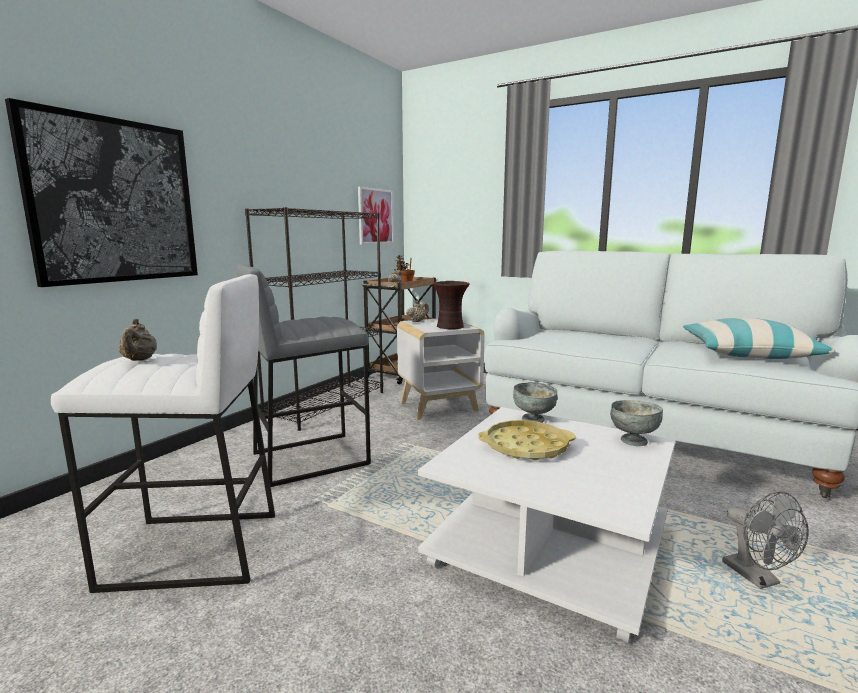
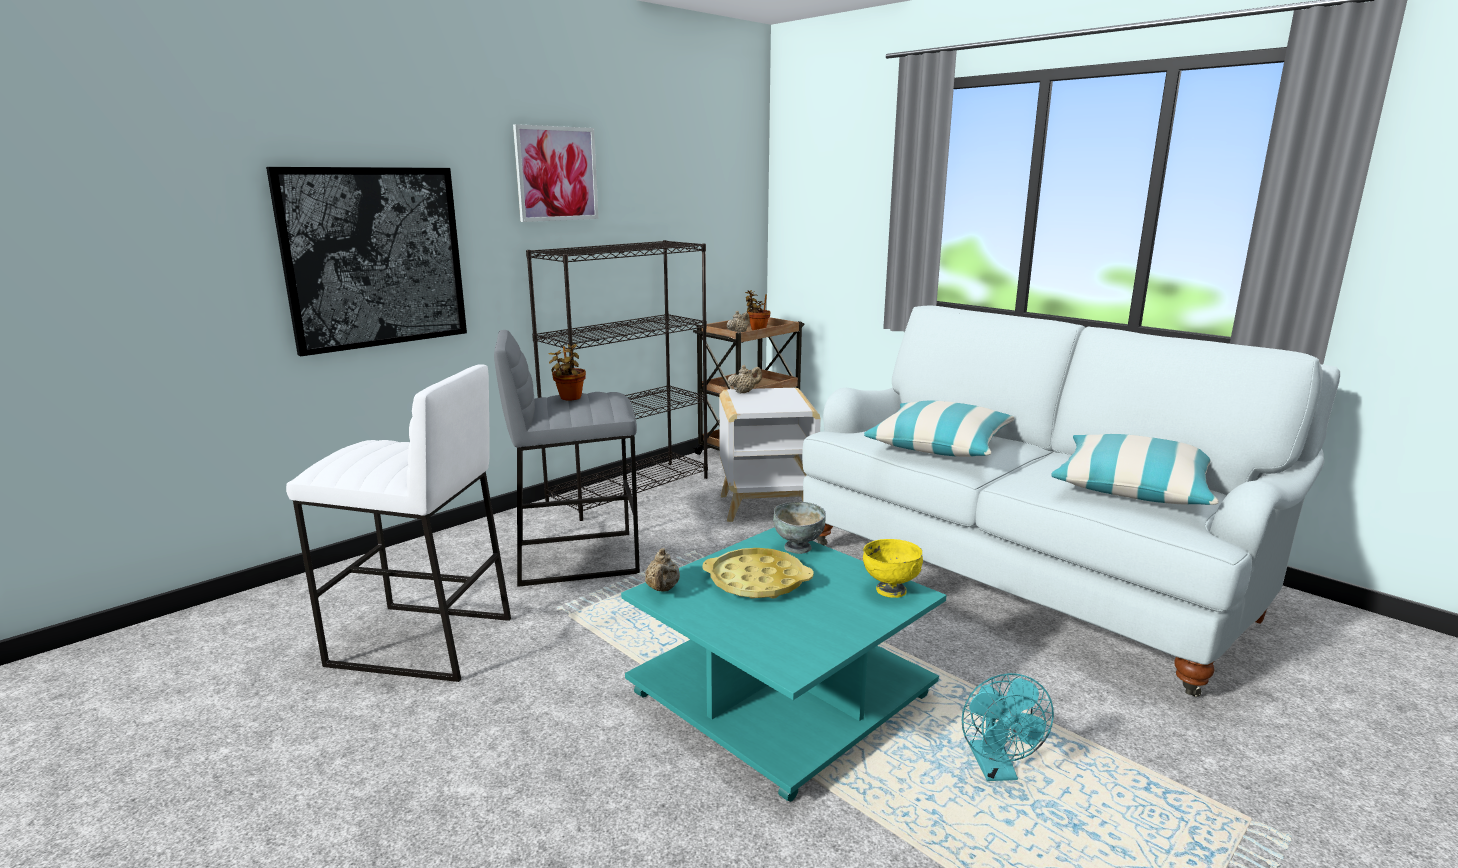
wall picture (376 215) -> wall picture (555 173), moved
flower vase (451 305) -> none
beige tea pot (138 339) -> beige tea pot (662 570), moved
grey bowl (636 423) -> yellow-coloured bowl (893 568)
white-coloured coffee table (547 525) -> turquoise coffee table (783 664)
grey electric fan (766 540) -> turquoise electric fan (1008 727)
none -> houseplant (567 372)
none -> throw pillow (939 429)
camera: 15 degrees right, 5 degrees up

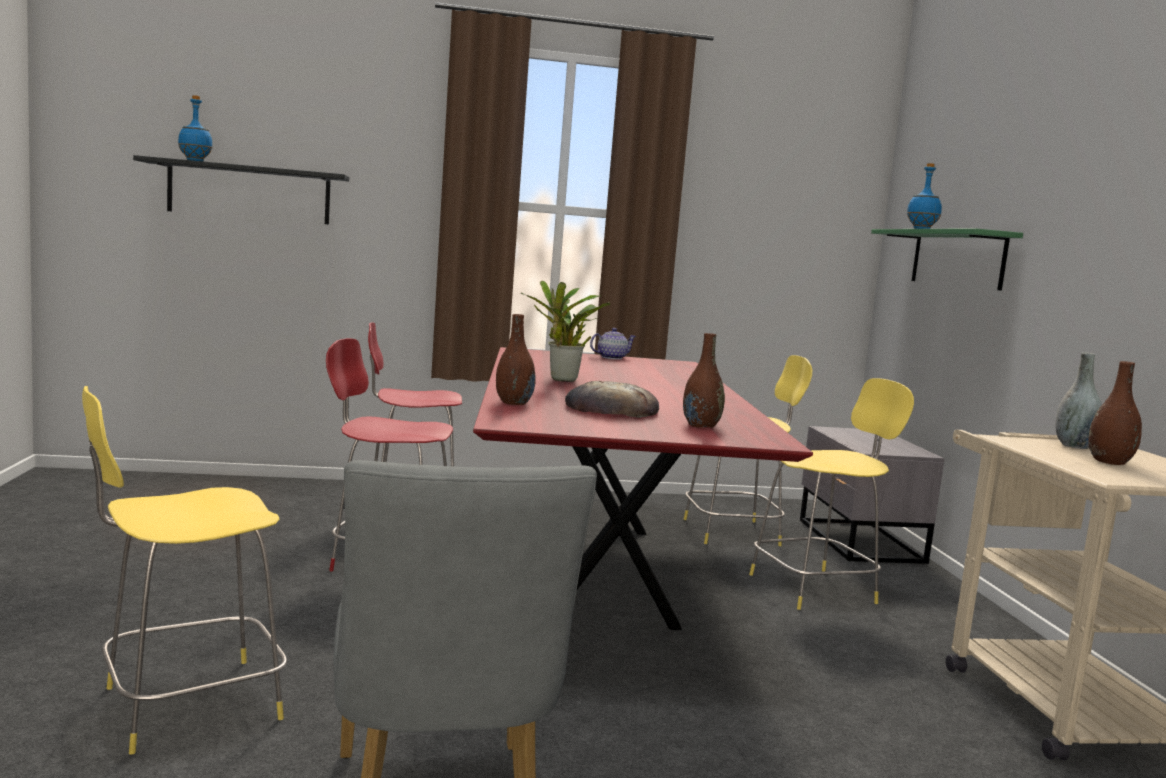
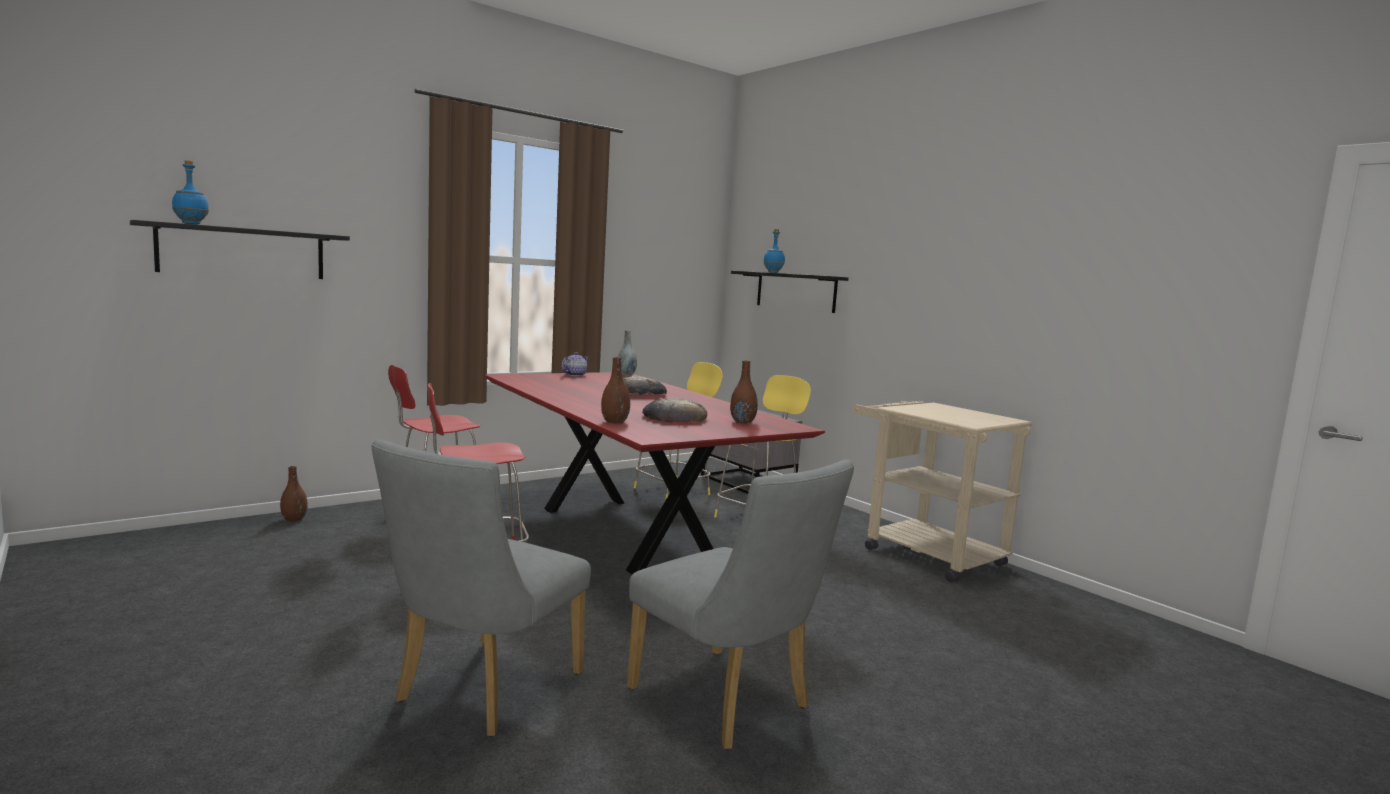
green-coloured bracket shelf (947 259) -> black-coloured bracket shelf (789 292)
houseplant (565 331) -> none
grey flower vase (1078 401) -> grey flower vase (627 352), moved
brownish flower vase (1115 413) -> brownish flower vase (294 493), moved
yellow-coloured sitting stool (184 570) -> grey chair (481 588)
none -> baked bread (645 385)
camera: 30 degrees left, 0 degrees up

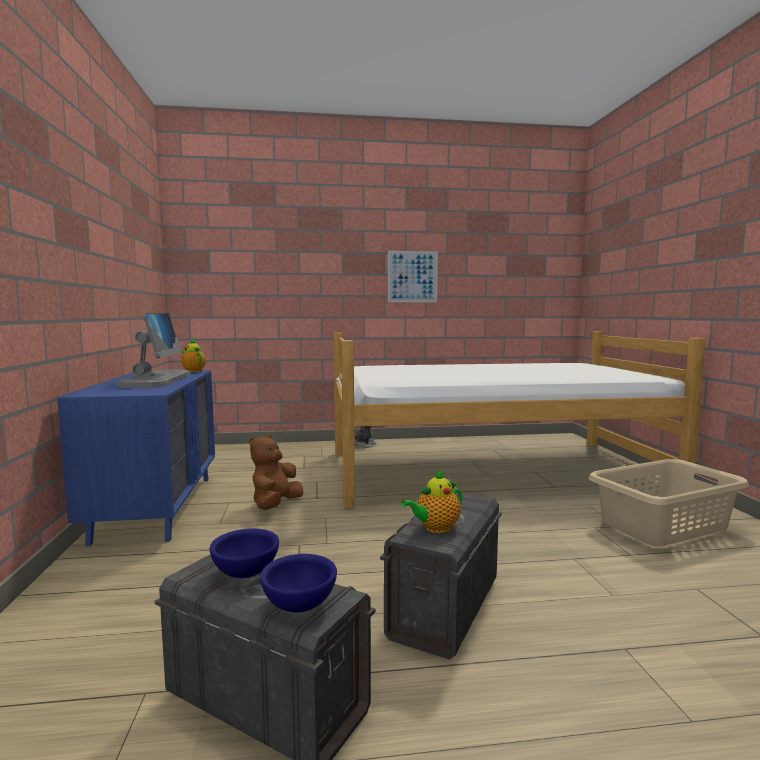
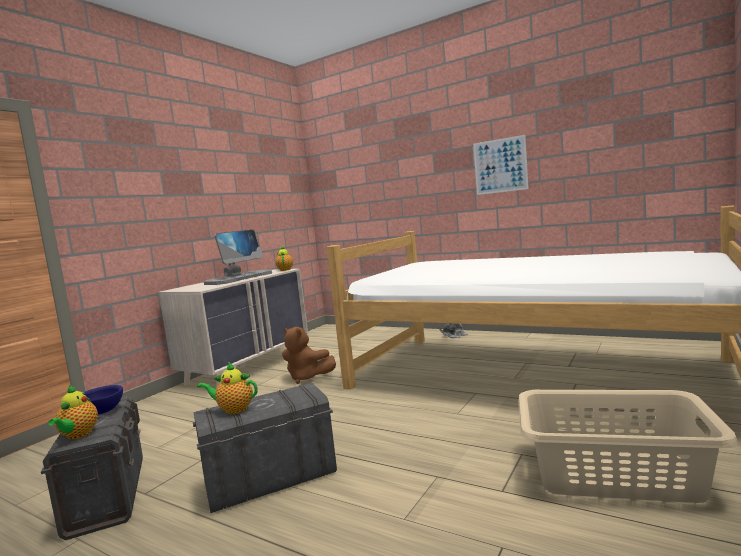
blue-coloured chest of drawers (136 458) -> beige chest of drawers (233 328)
brownish plush toy (276 472) -> brownish plush toy (309 355), 120 degrees counterclockwise
blue-coloured bowl (298 583) -> tea pot (73 412)
camera: 40 degrees right, 0 degrees up

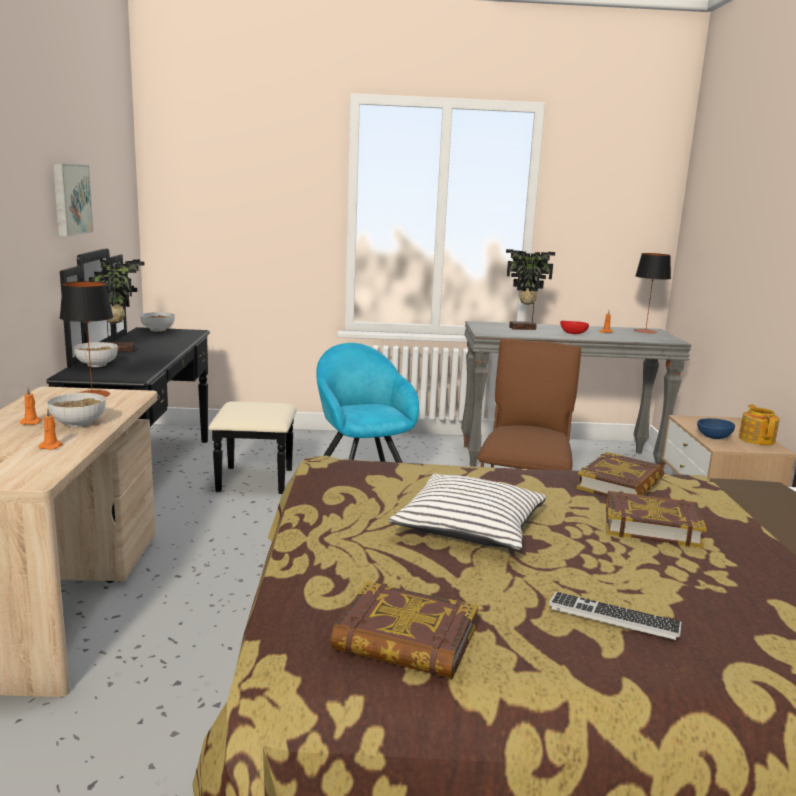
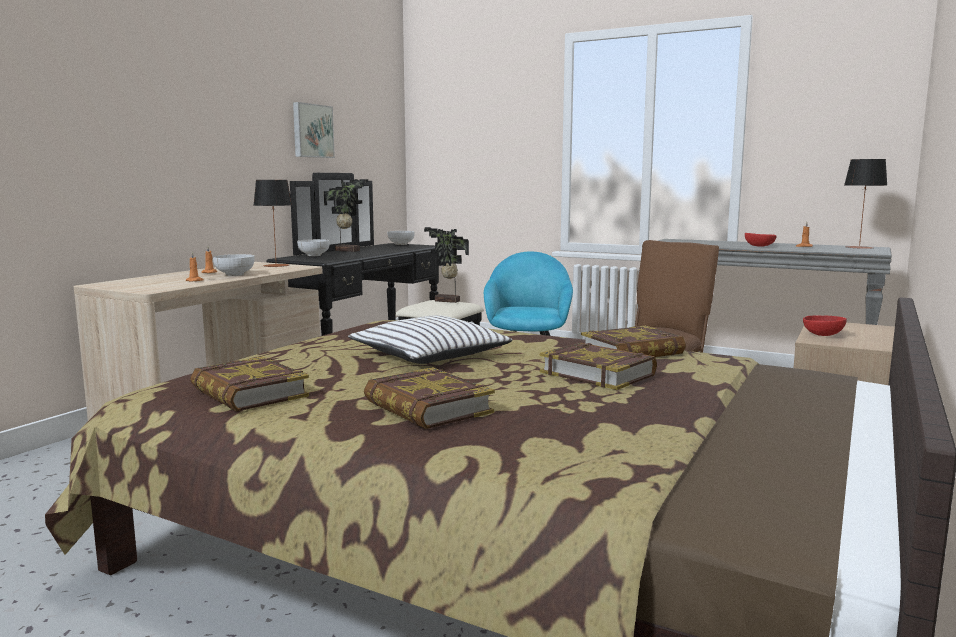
houseplant (530 289) -> houseplant (446 265), moved
tea pot (759 424) -> none
blue-coloured bowl (716 428) -> red bowl (825 325)
keyboard (615 616) -> volume (429 398)
camera: 30 degrees right, 5 degrees down

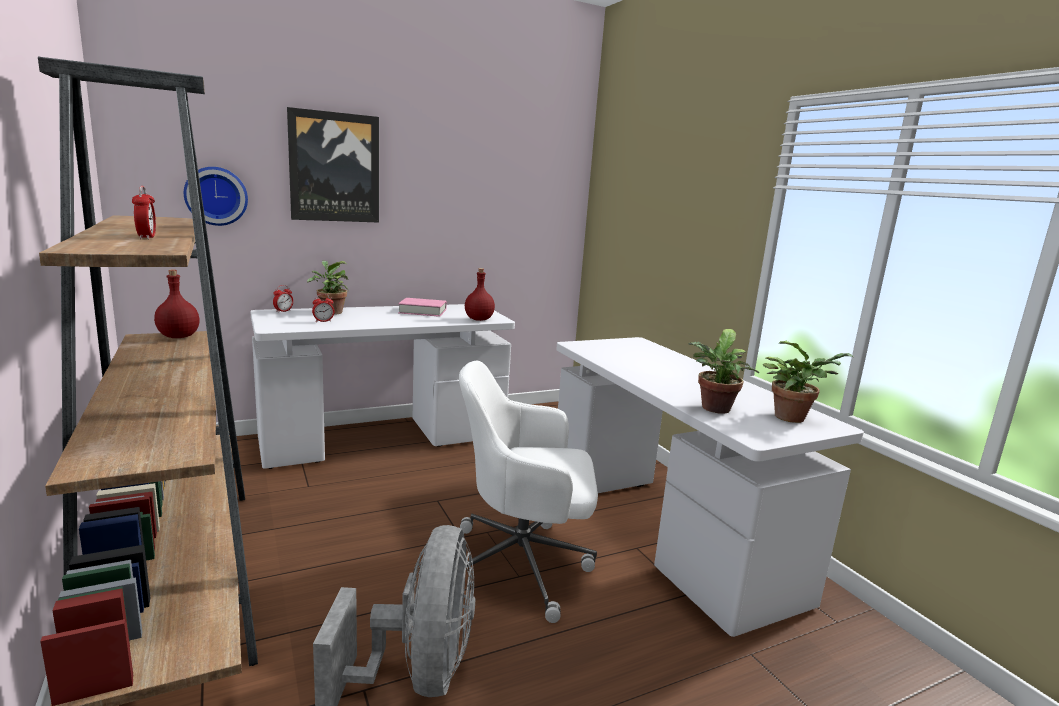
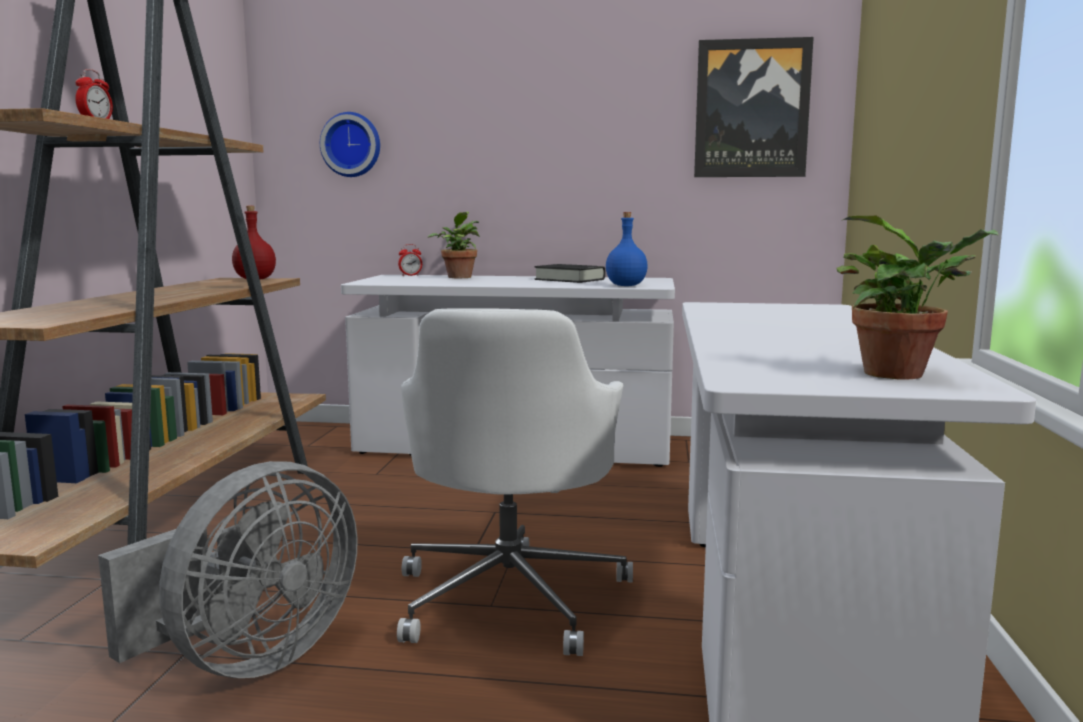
wall picture (333 165) -> wall picture (754 107), moved
red beverage bottle (480 294) -> blue-coloured beverage bottle (627 249)
alarm clock (323 308) -> none
pink volume (422 307) -> black-coloured volume (569 273)
houseplant (723 371) -> none
white-coloured computer chair (528 492) -> white-coloured computer chair (515 482), 120 degrees counterclockwise
camera: 35 degrees right, 5 degrees down

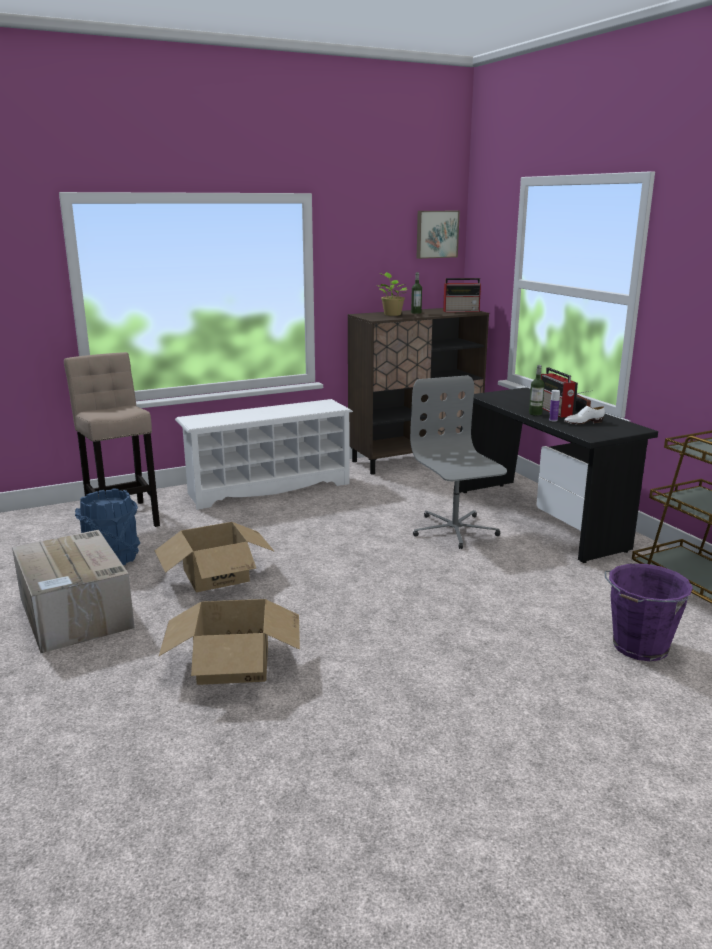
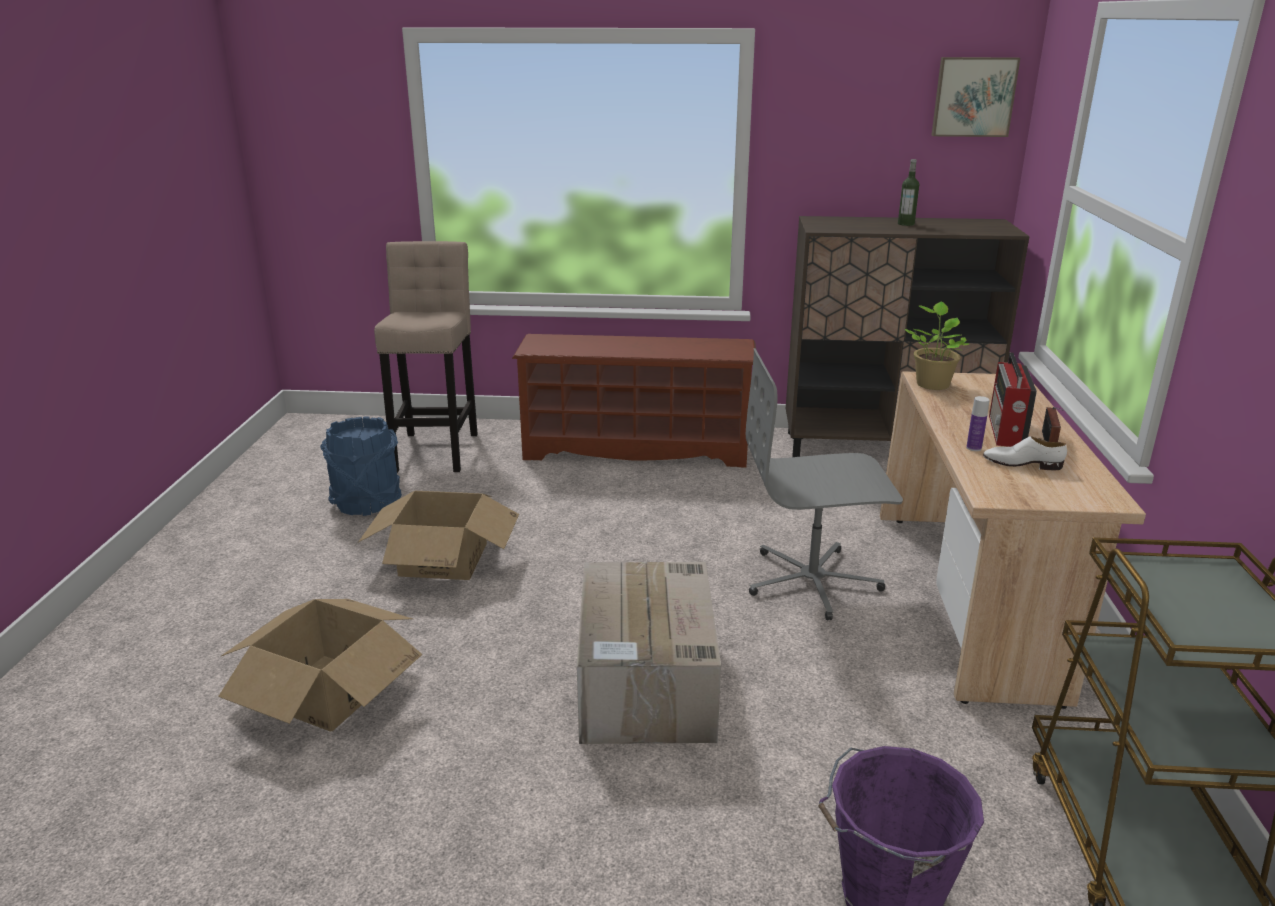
houseplant (393 294) -> houseplant (937 346), moved
radio (462 295) -> none
beverage bottle (537 390) -> none
grey computer chair (458 462) -> grey computer chair (824 484), 105 degrees counterclockwise
black-coloured desk table (556 475) -> beige desk table (1013 540)
white-coloured shoe stand (264 454) -> brownish shoe stand (634 400)
carton (73 591) -> carton (649 653), moved
camera: 30 degrees right, 5 degrees up

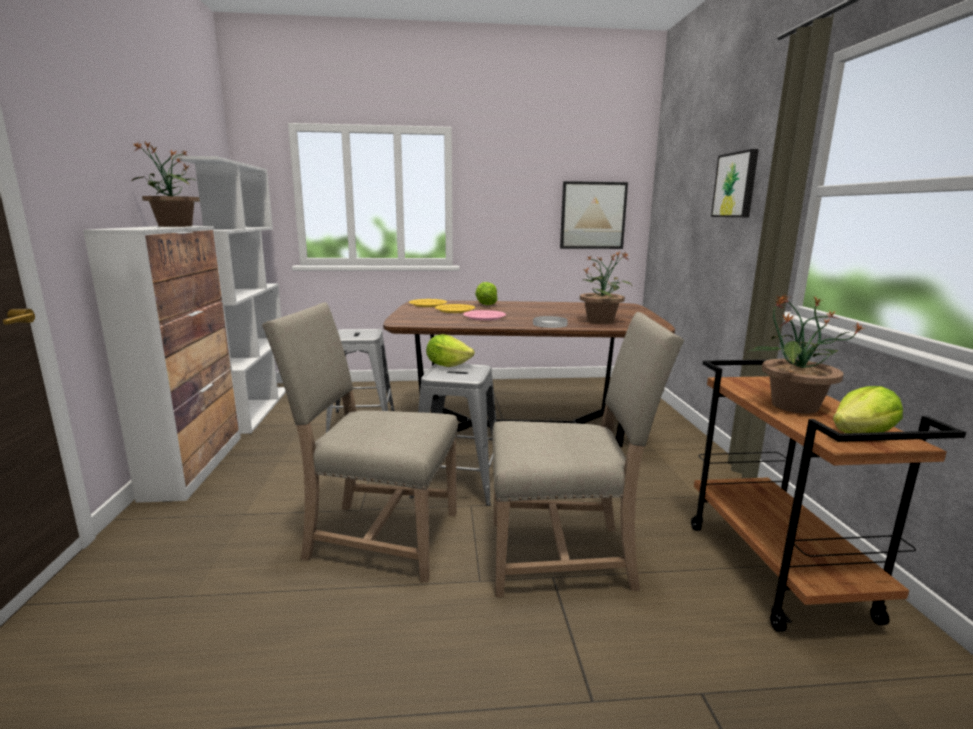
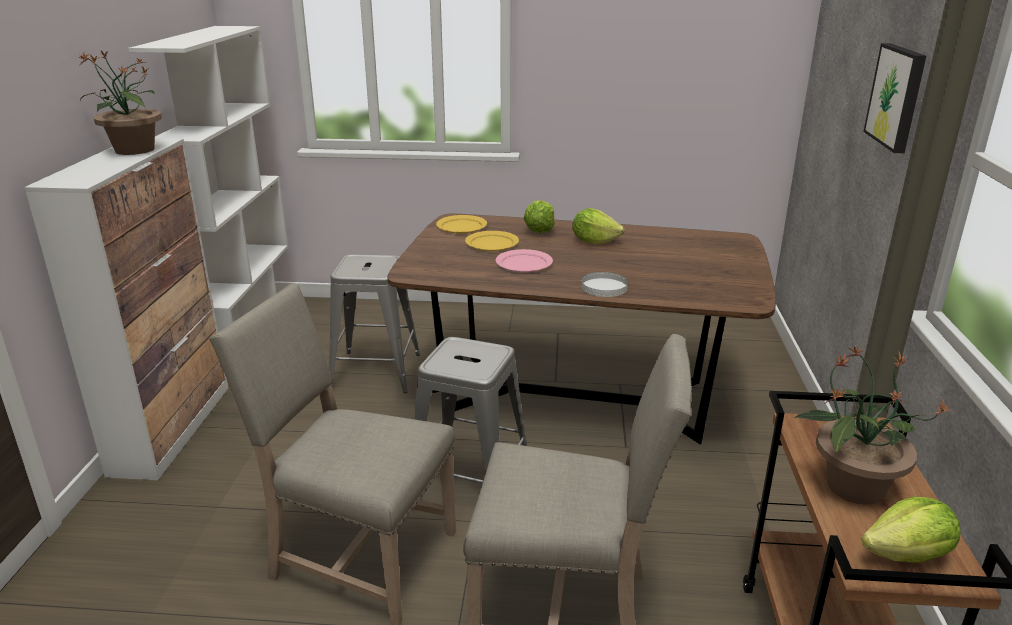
wall picture (594 215) -> none
houseplant (606 287) -> none
head of lettuce (450 350) -> head of lettuce (599 226), moved
camera: 10 degrees right, 10 degrees up

